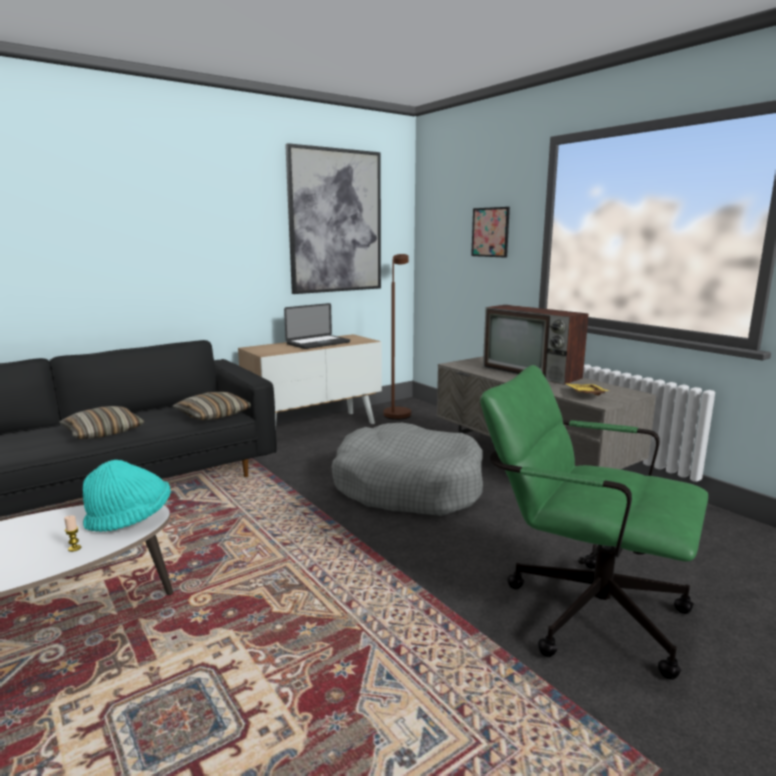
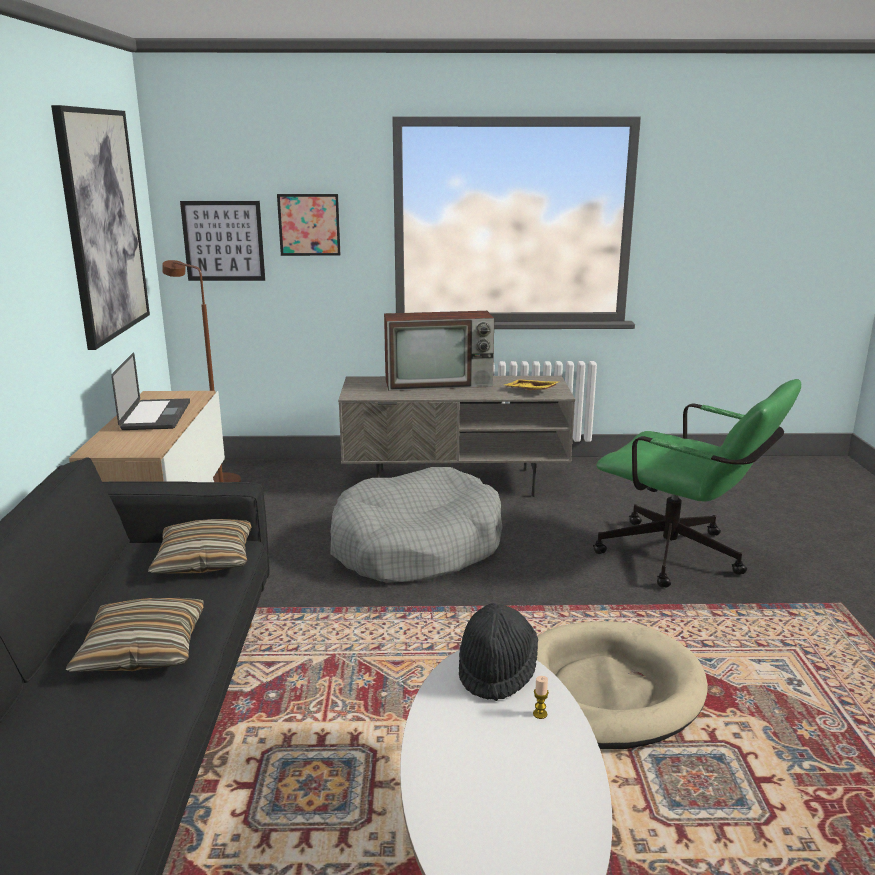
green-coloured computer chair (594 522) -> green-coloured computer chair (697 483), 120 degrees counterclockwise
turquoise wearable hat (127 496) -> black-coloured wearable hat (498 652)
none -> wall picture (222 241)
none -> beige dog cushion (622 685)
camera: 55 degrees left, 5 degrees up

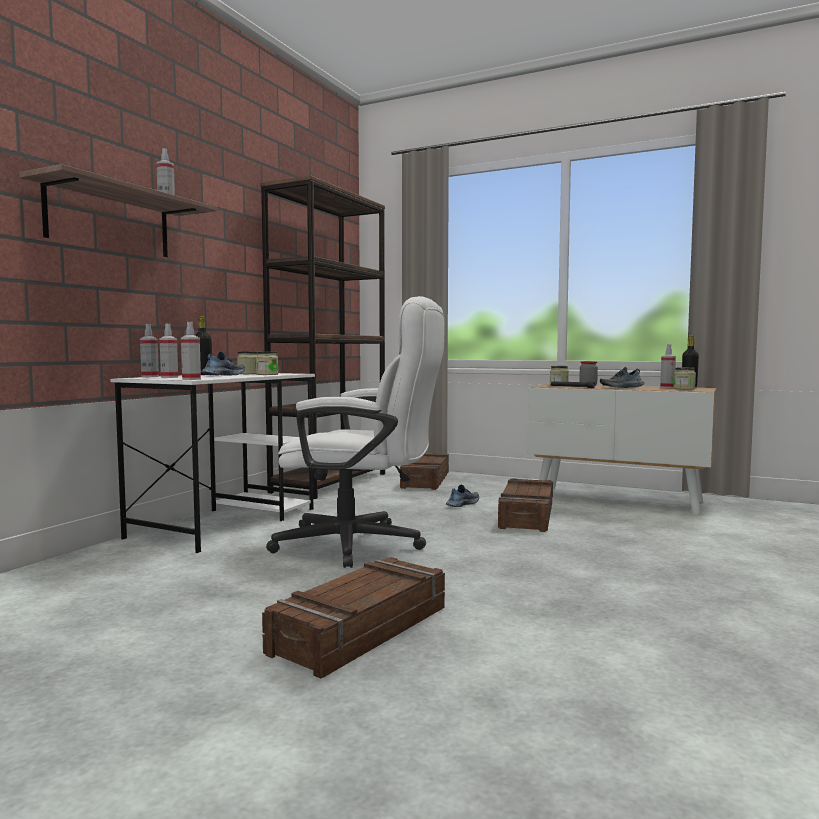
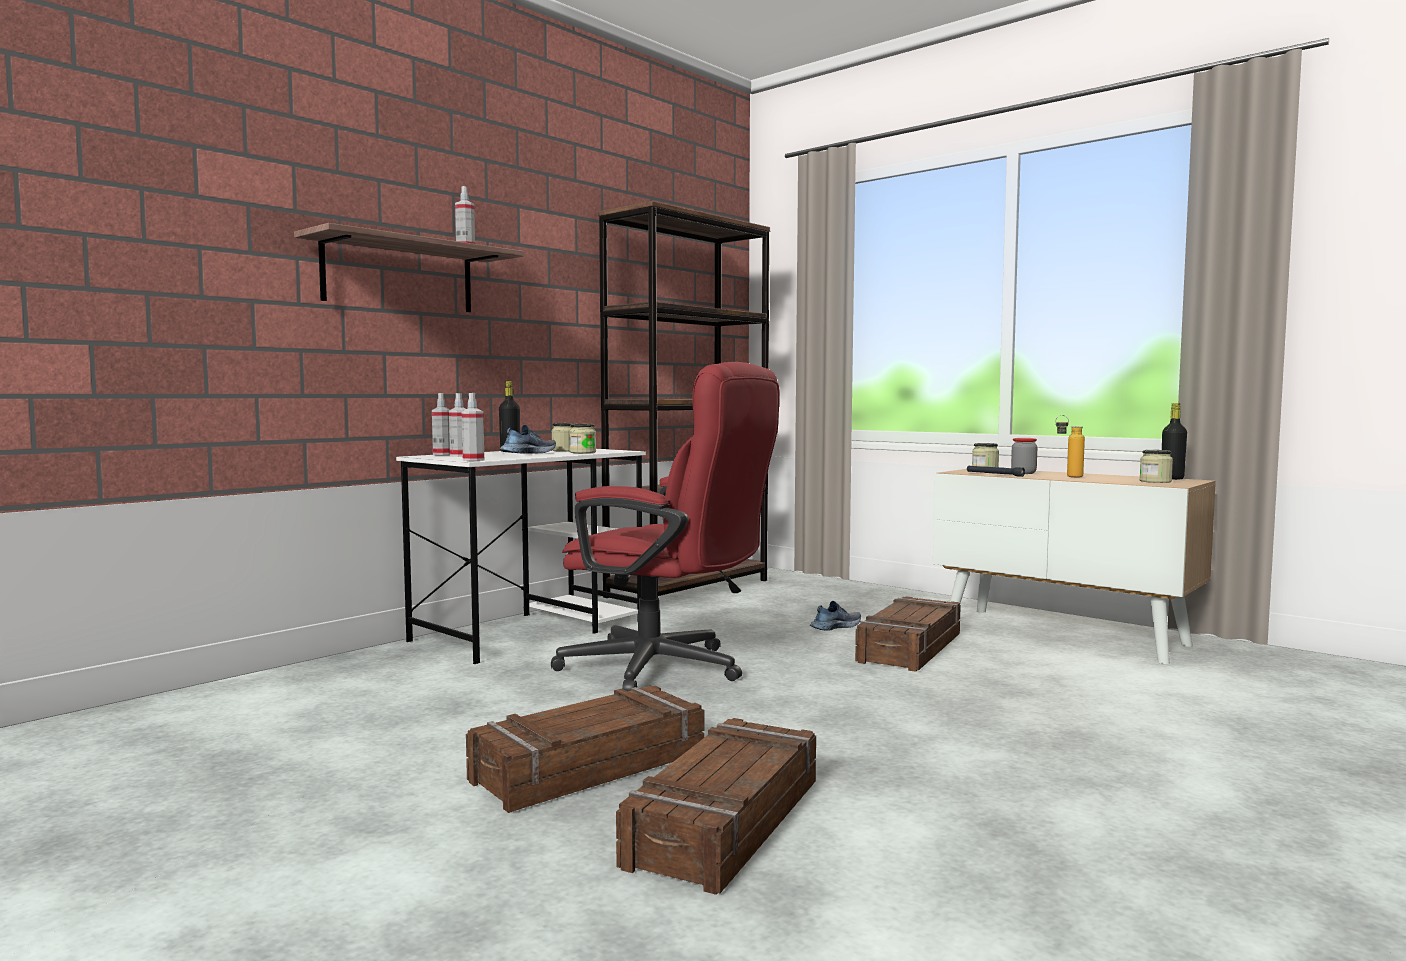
white-coloured computer chair (355 432) -> red computer chair (665 526)
spray bottle (668 366) -> none
shoe (622 377) -> beverage bottle (1070 446)
shipping crate (424 471) -> shipping crate (716 806), moved
camera: 15 degrees right, 0 degrees up

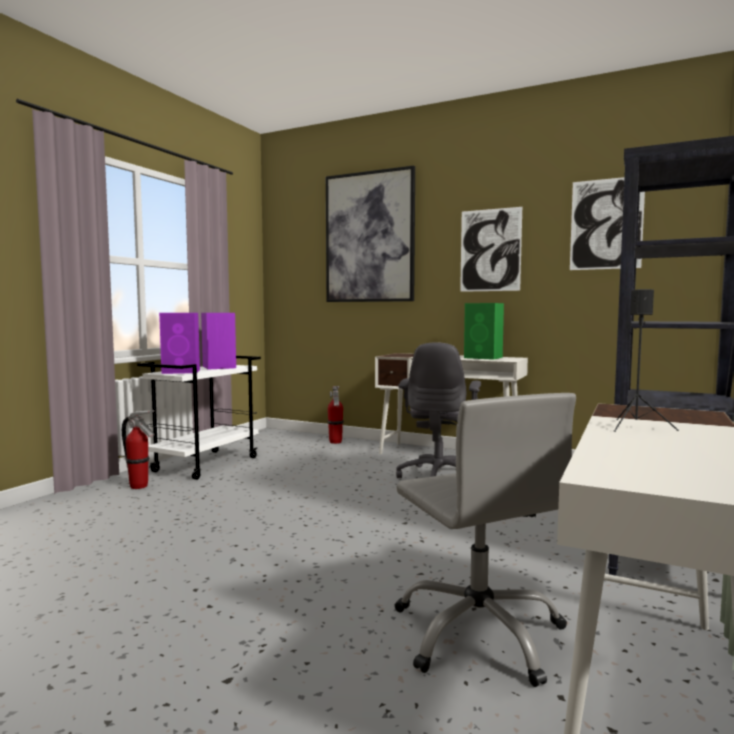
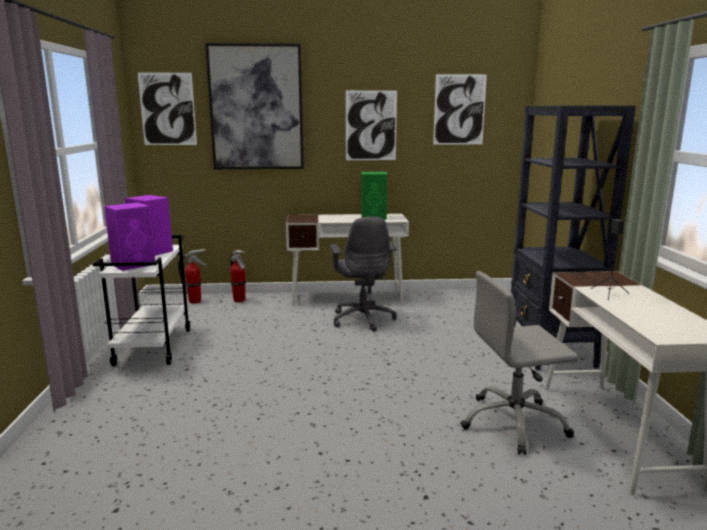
grey computer chair (485 540) -> grey computer chair (519 363), 135 degrees clockwise
fire-fighting cylinder (138 449) -> fire-fighting cylinder (192 276), moved
none -> wall picture (167 109)
camera: 30 degrees left, 10 degrees up

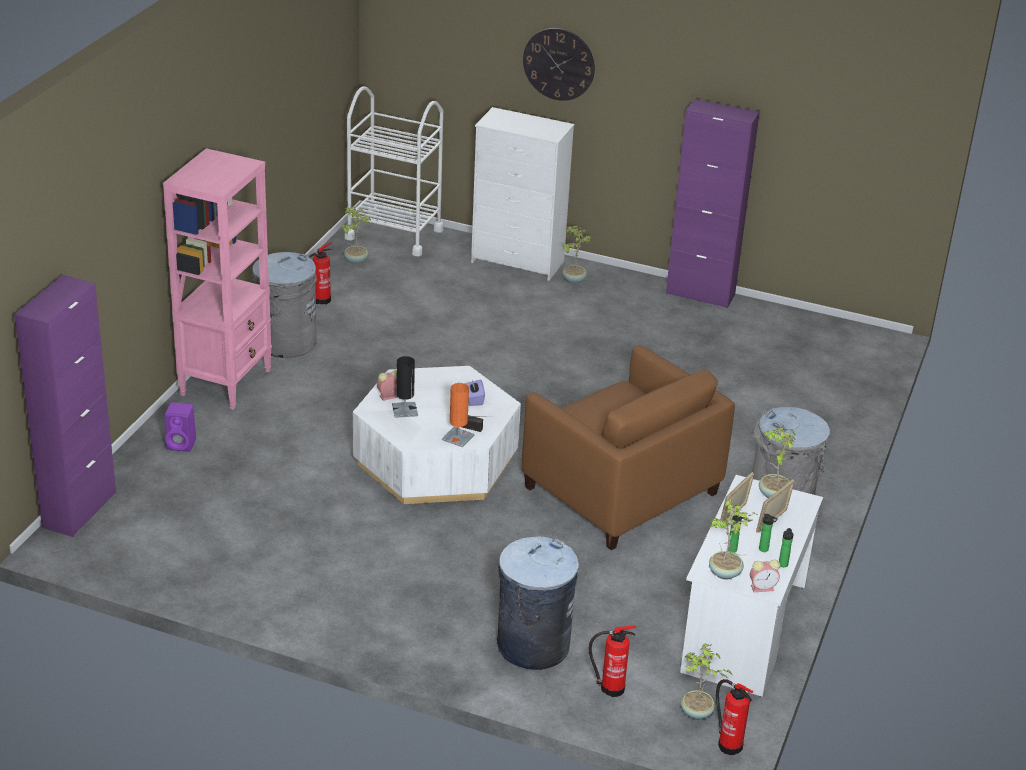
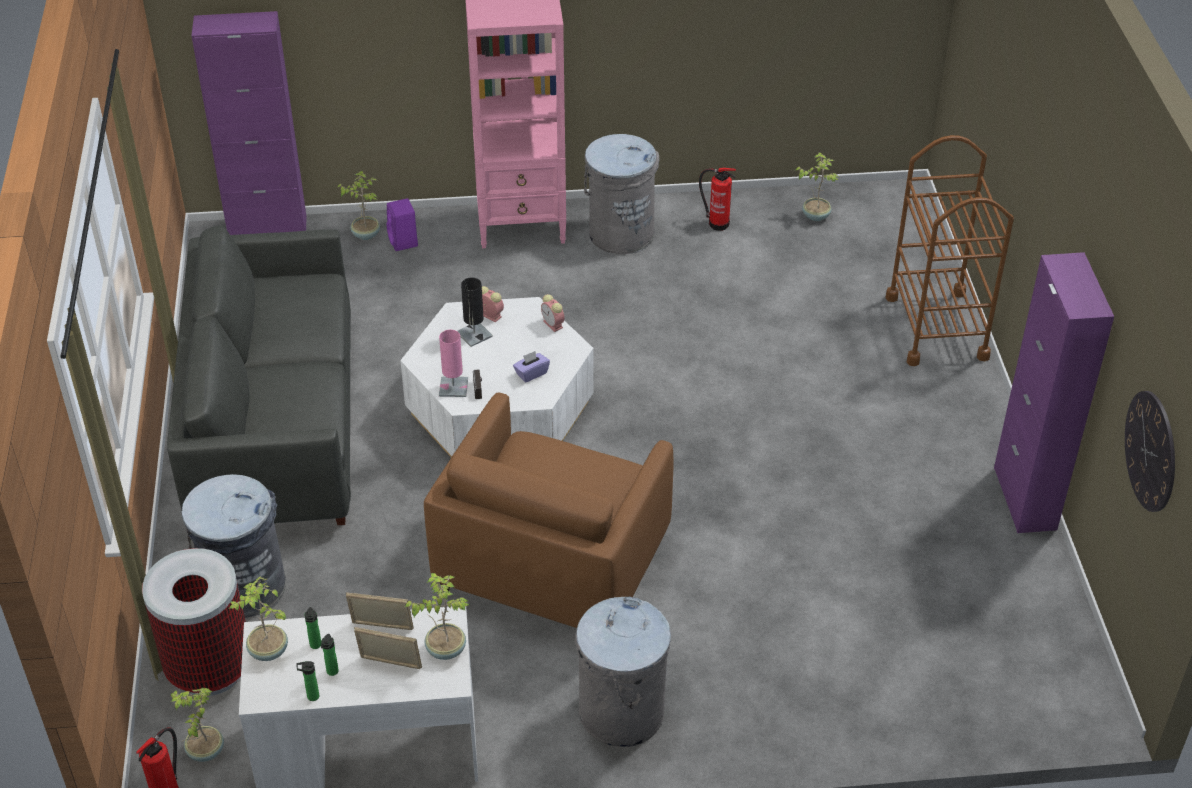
wall clock (559 64) -> wall clock (1150 451), moved
white-coloured trolley (394 171) -> none
white-coloured chest of drawers (522 194) -> brownish trolley (949 250)
houseplant (577 255) -> houseplant (358 205), moved
orangey tabletop lamp (458 415) -> pink tabletop lamp (453 363)
alarm clock (765 576) -> alarm clock (553 313), moved
fire-fighting cylinder (612 661) -> rubbish bin (194 622)
none -> grey sofa (259 375)
camera: 65 degrees right, 10 degrees up

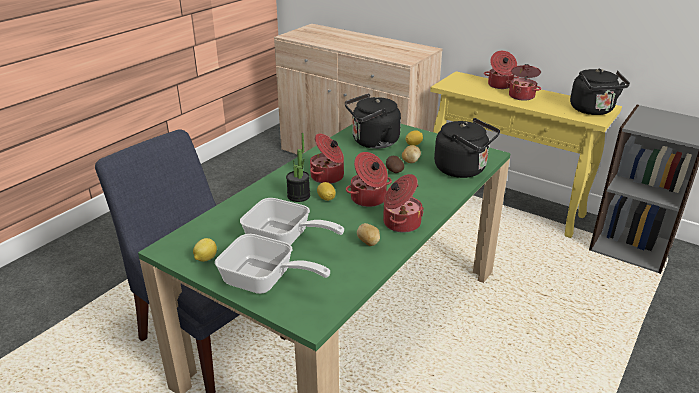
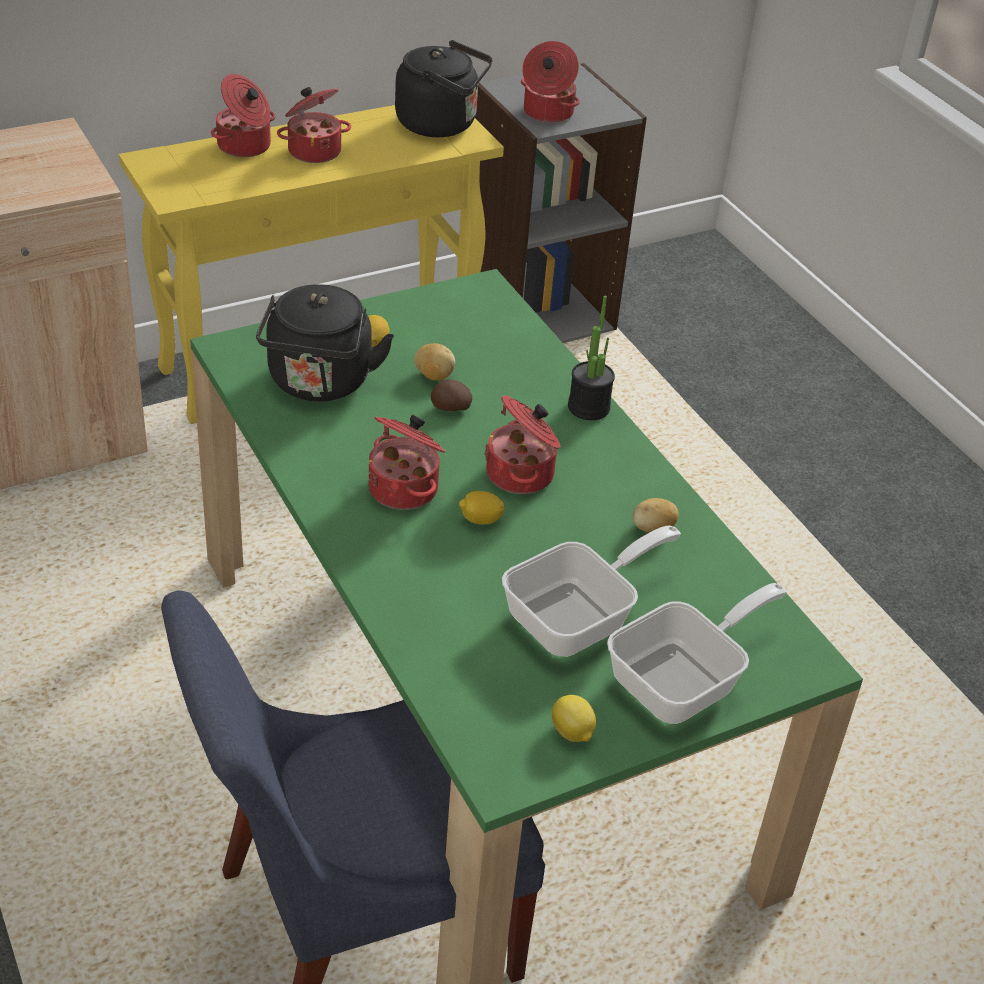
black-coloured water kettle (467 148) -> none
houseplant (298 167) -> houseplant (591 358), moved
stockpot (403 203) -> stockpot (550 82), moved
camera: 65 degrees left, 10 degrees up

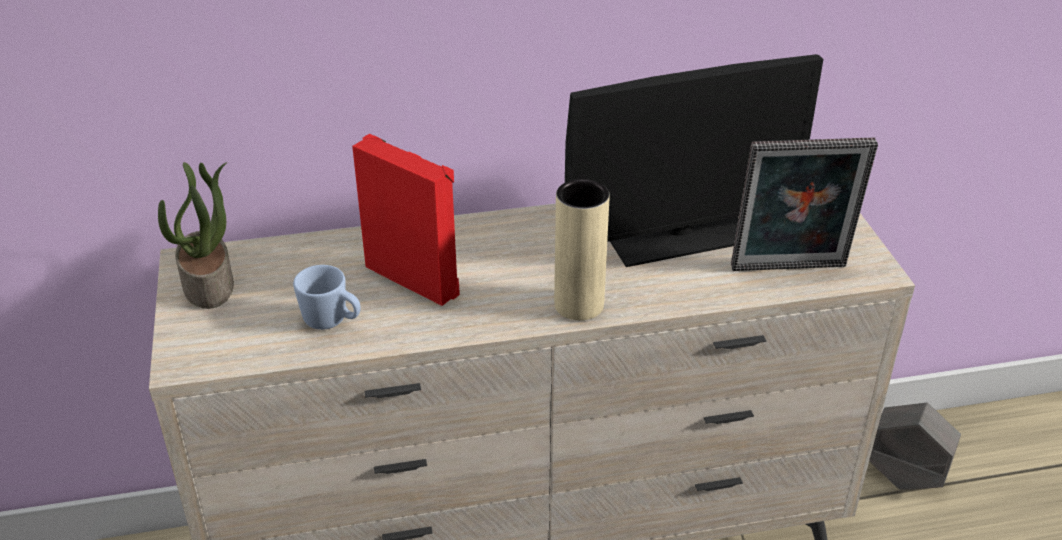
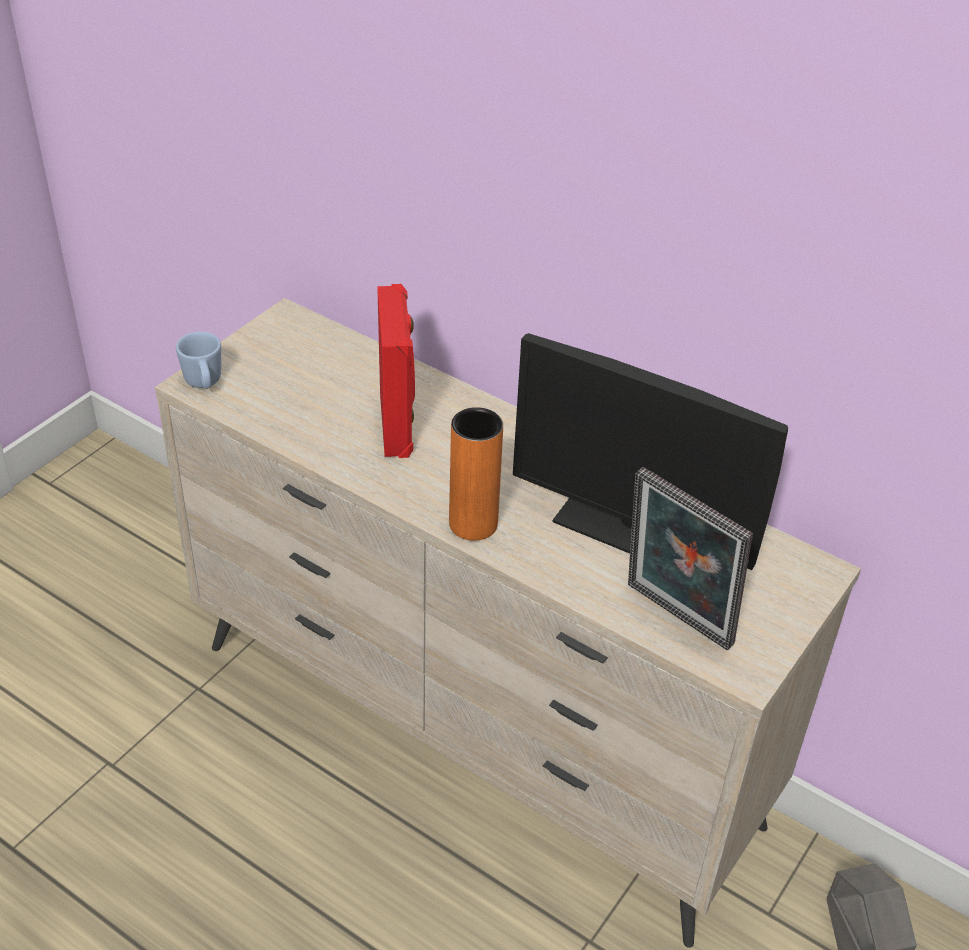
houseplant (196 235) -> none
beige flower vase (582 249) -> orangey flower vase (476 474)
blue-coloured coffee mug (326 297) -> blue-coloured coffee mug (198 360), moved
camera: 45 degrees right, 5 degrees up

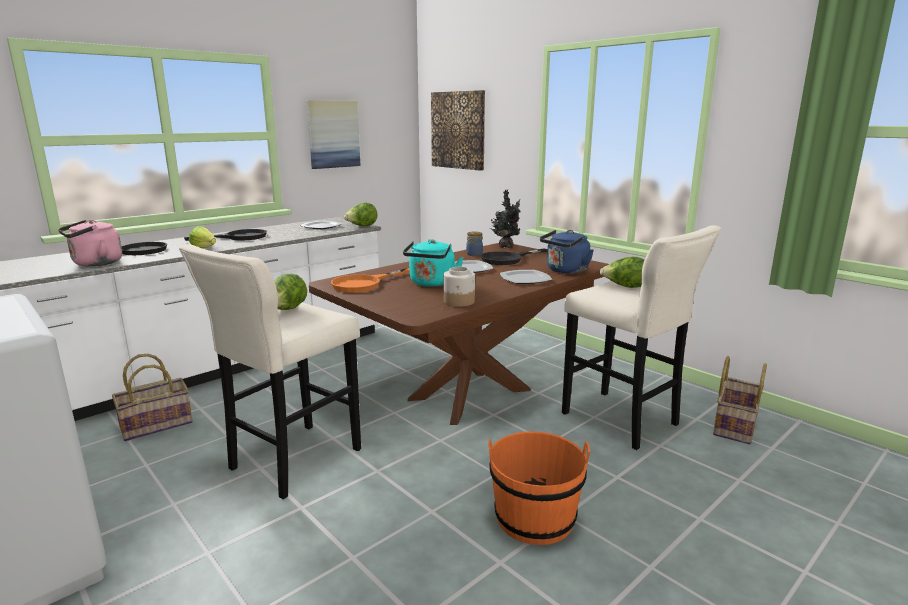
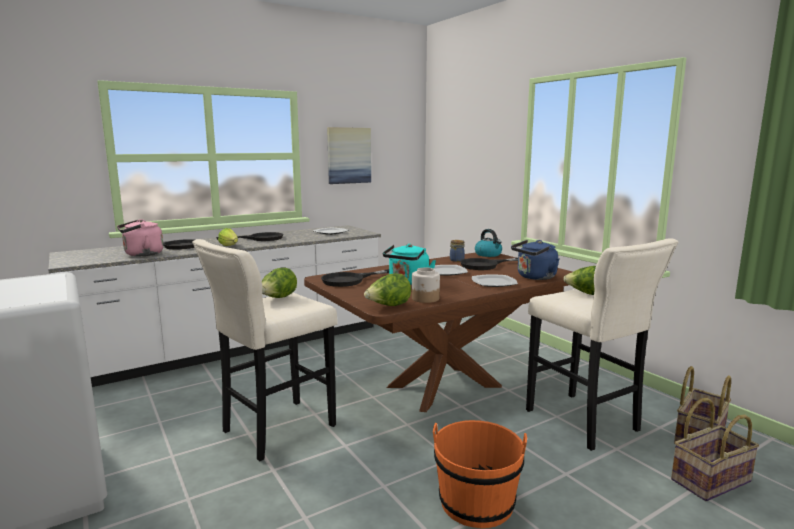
wall picture (458 130) -> none
houseplant (505 218) -> water kettle (488 243)
head of lettuce (360 214) -> head of lettuce (387 289), moved
orangey pan (370 280) -> black-coloured pan (355 278)
storage basket (152 397) -> storage basket (715 449), moved
camera: 10 degrees right, 5 degrees down

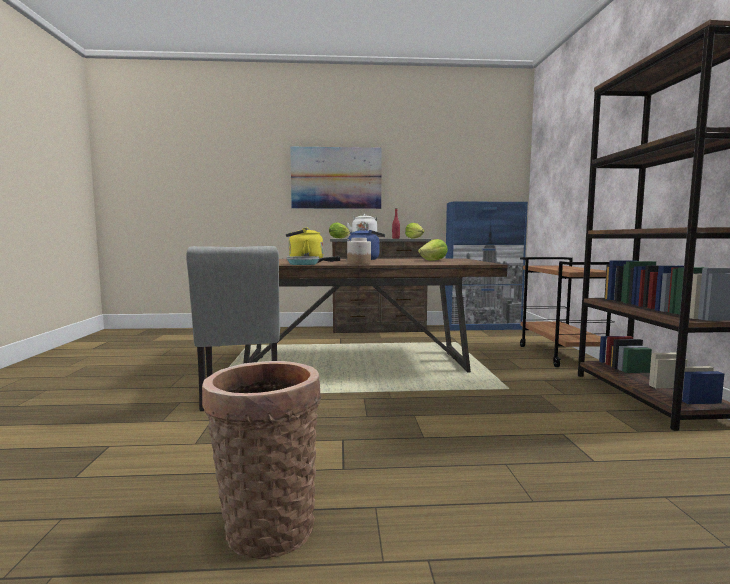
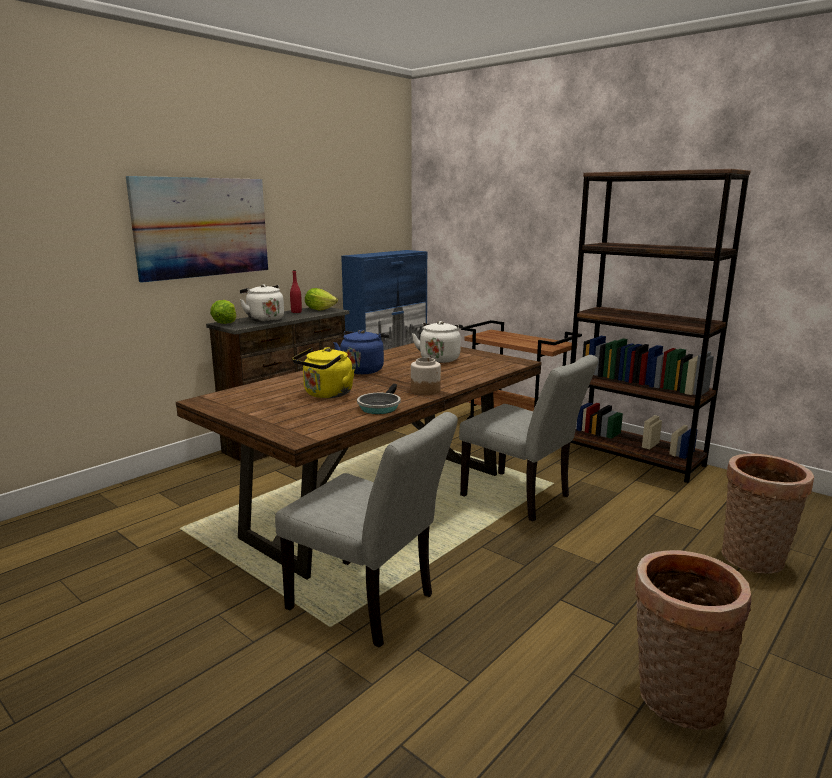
head of lettuce (433 250) -> white-coloured water kettle (437 342)
none -> grey chair (528 438)
none -> storage basket (768 514)
camera: 45 degrees left, 10 degrees up

